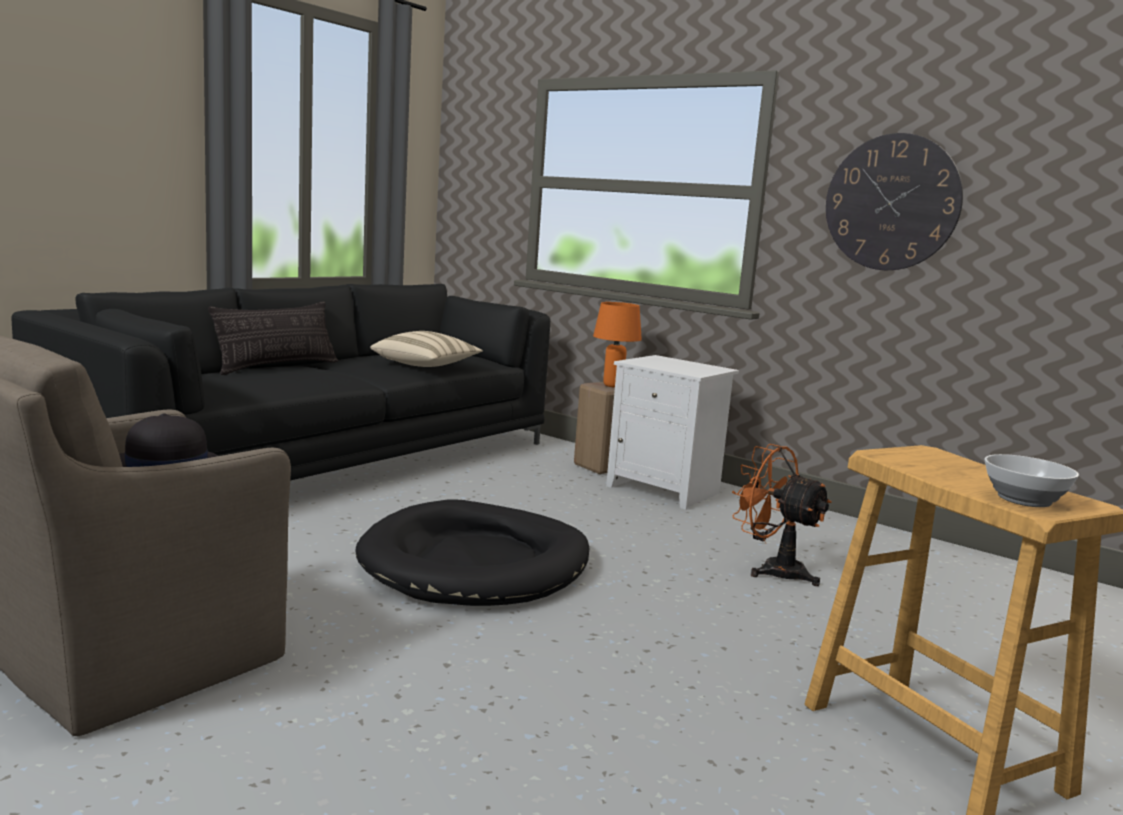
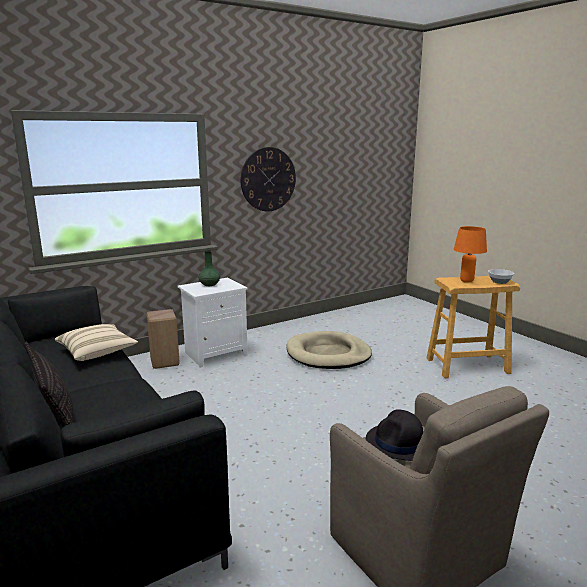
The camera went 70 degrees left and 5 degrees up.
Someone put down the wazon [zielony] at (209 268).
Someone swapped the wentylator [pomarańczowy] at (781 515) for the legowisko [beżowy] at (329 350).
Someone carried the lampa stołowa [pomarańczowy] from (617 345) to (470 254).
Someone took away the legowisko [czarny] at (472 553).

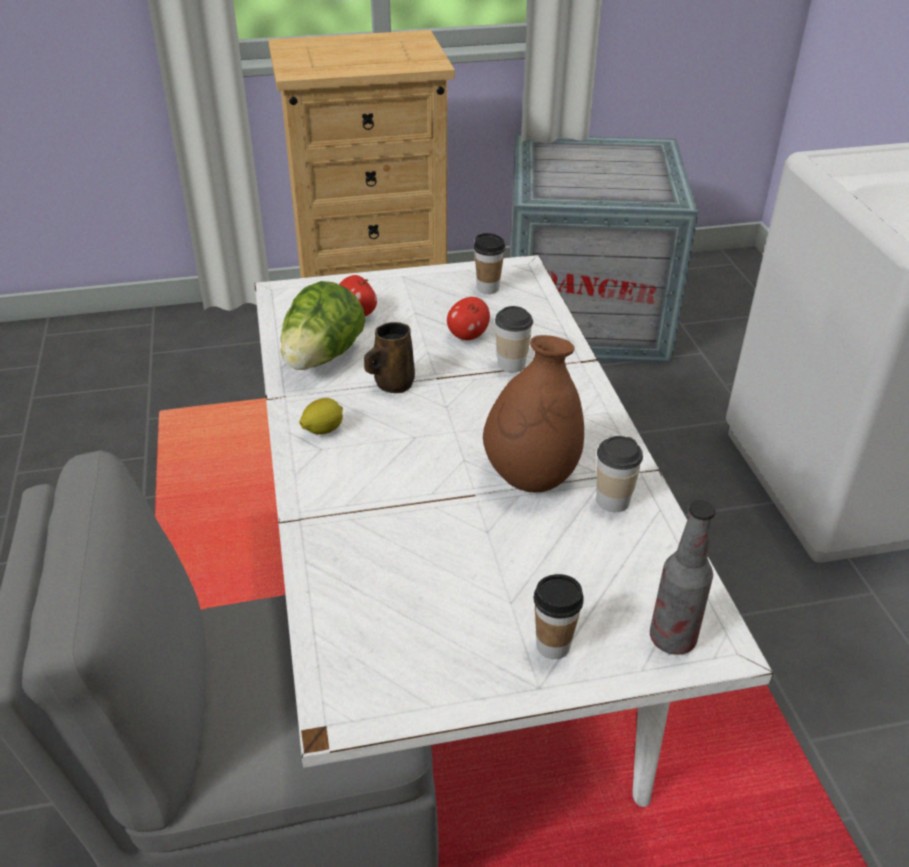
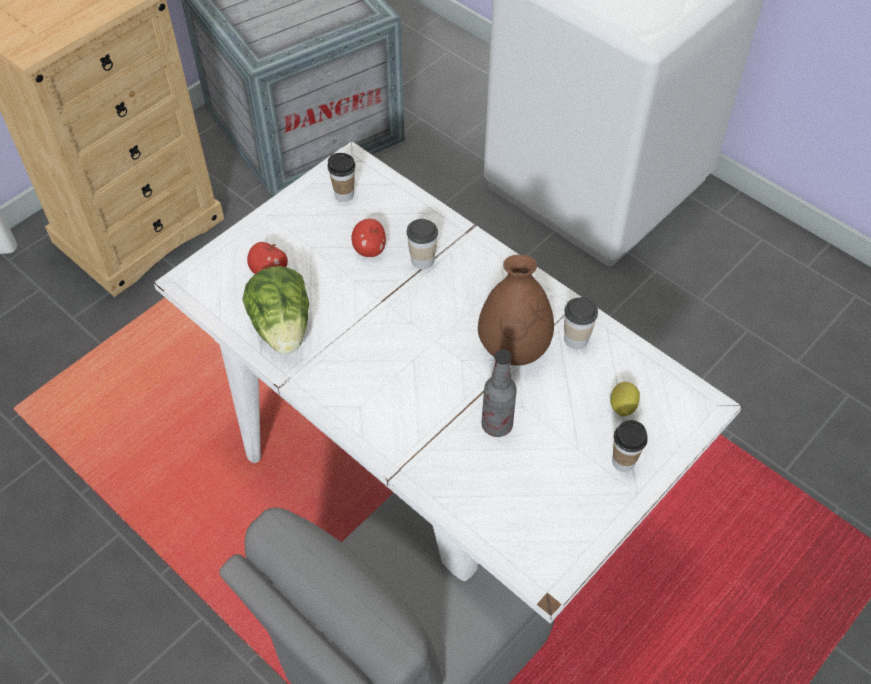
The camera went 35 degrees left and 15 degrees up.
Someone carried the butelka from (683 577) to (499 393).
Someone carried the cytryna from (321 416) to (625 399).
Someone took away the kubek [brązowy] at (389 357).

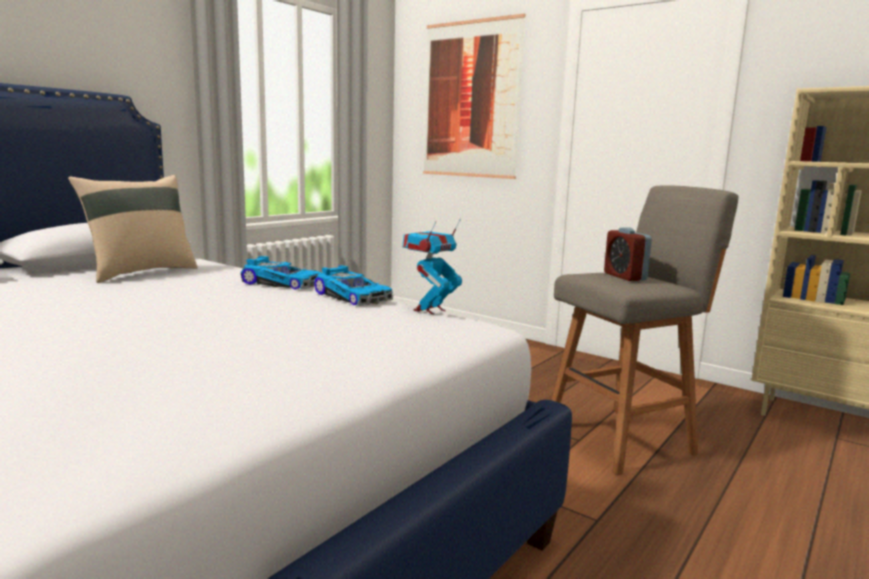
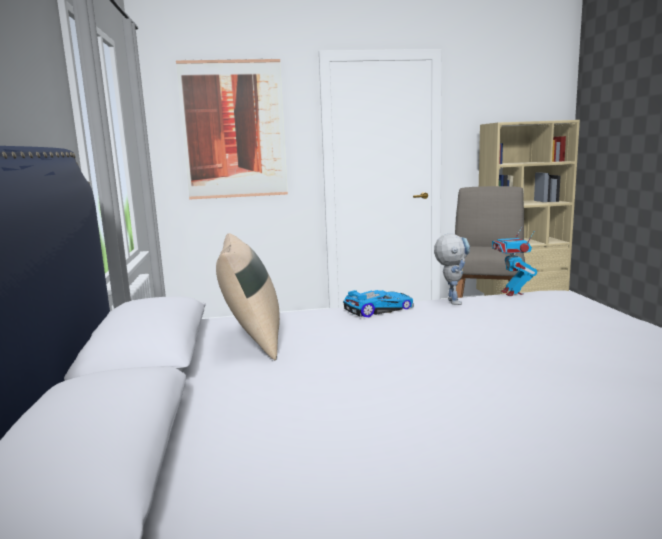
The camera went 45 degrees left and 0 degrees up.
Someone swapped the samochodzik at (353 285) for the robot zabawkowy at (452 269).
Someone took away the budzik at (628 254).

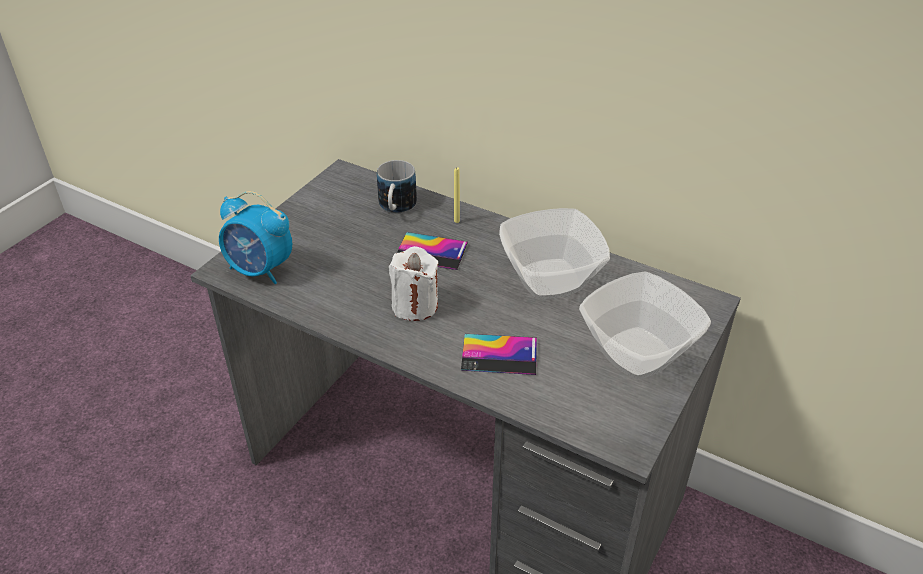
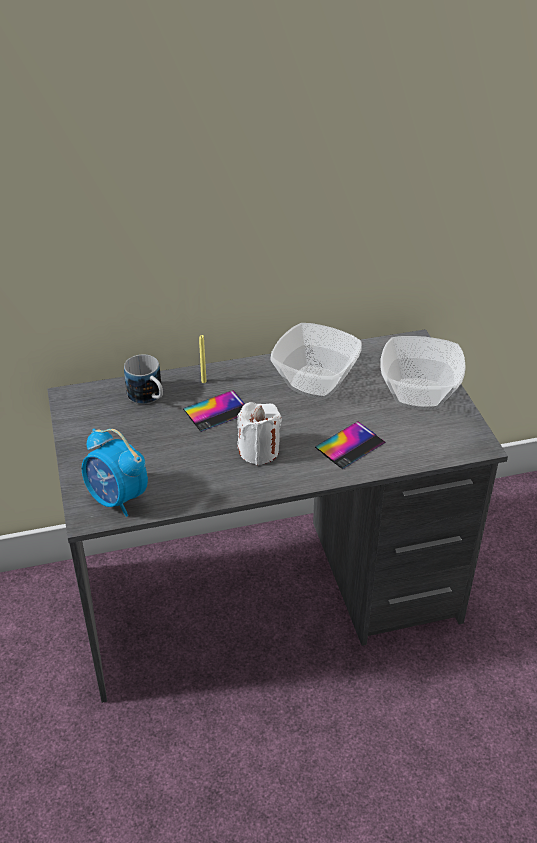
The camera went 45 degrees left and 0 degrees up.
Someone rotated the budzik at (255 237) by 60 degrees clockwise.

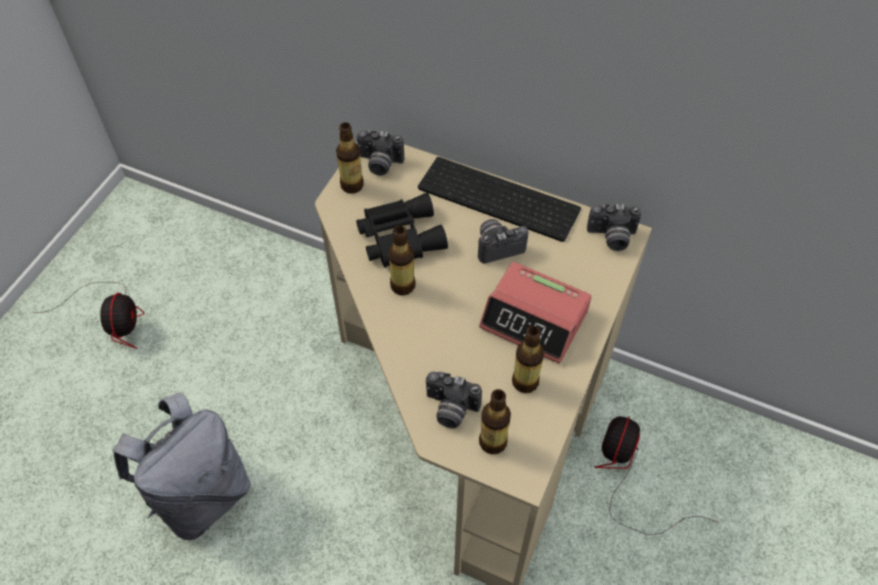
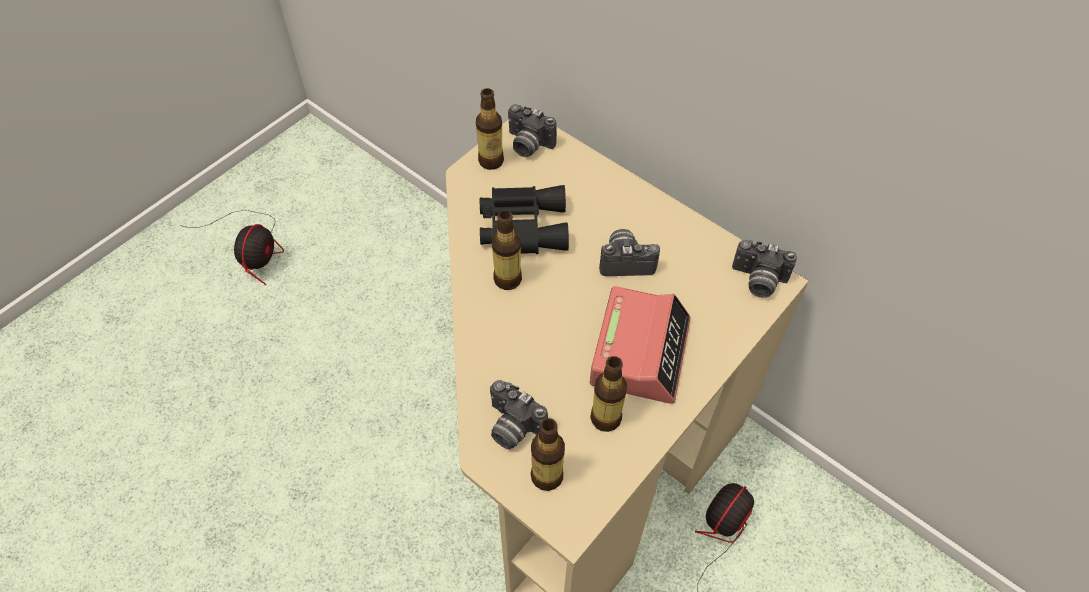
The camera went 15 degrees right and 0 degrees up.
Someone rotated the budzik at (535 313) by 120 degrees counterclockwise.
Someone took away the plecak [szary] at (182 466).
Someone took away the klawiatura at (499 199).

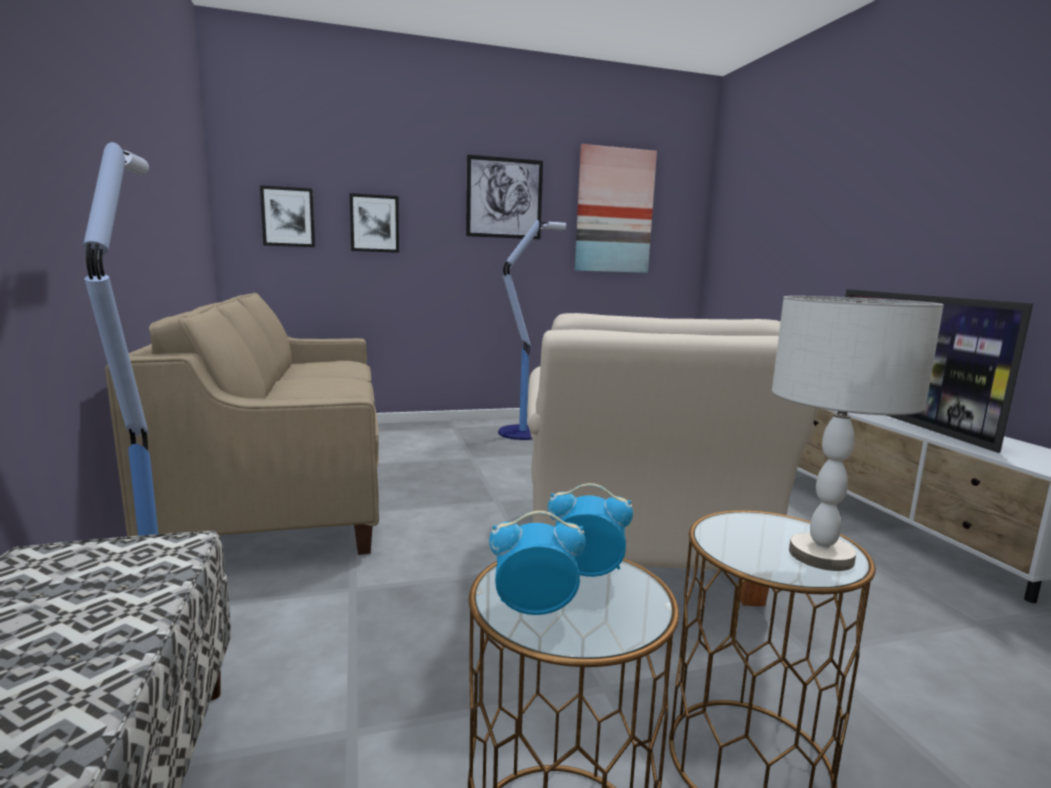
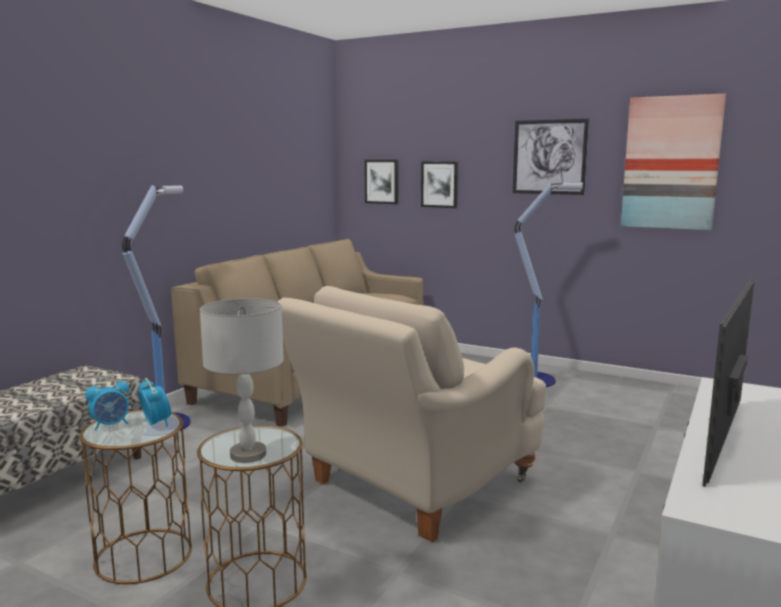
The camera went 45 degrees right and 0 degrees up.
Someone rotated the budzik at (537 563) by 105 degrees clockwise.

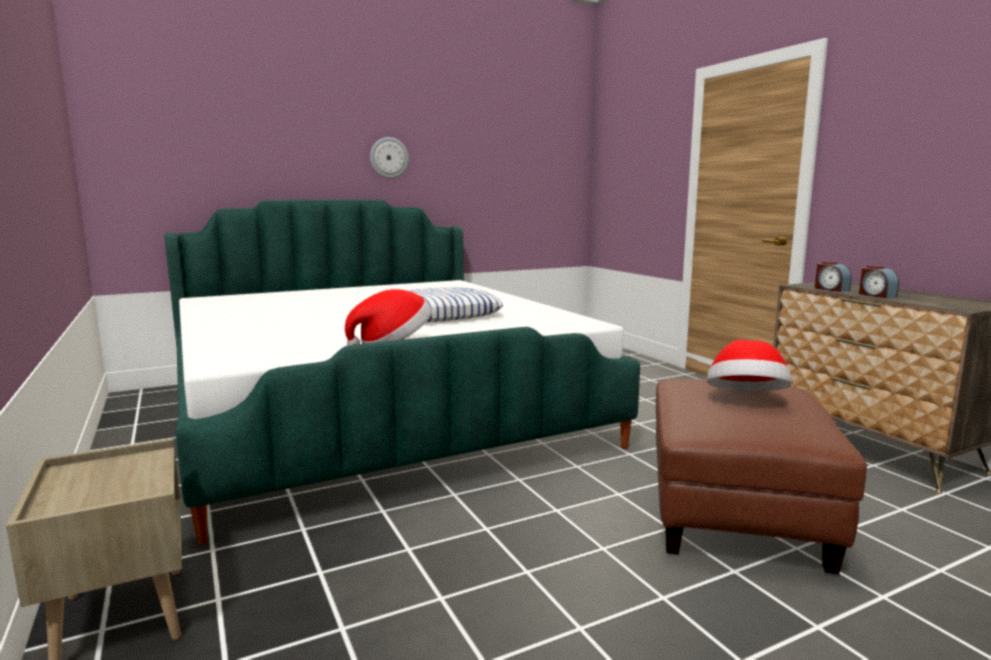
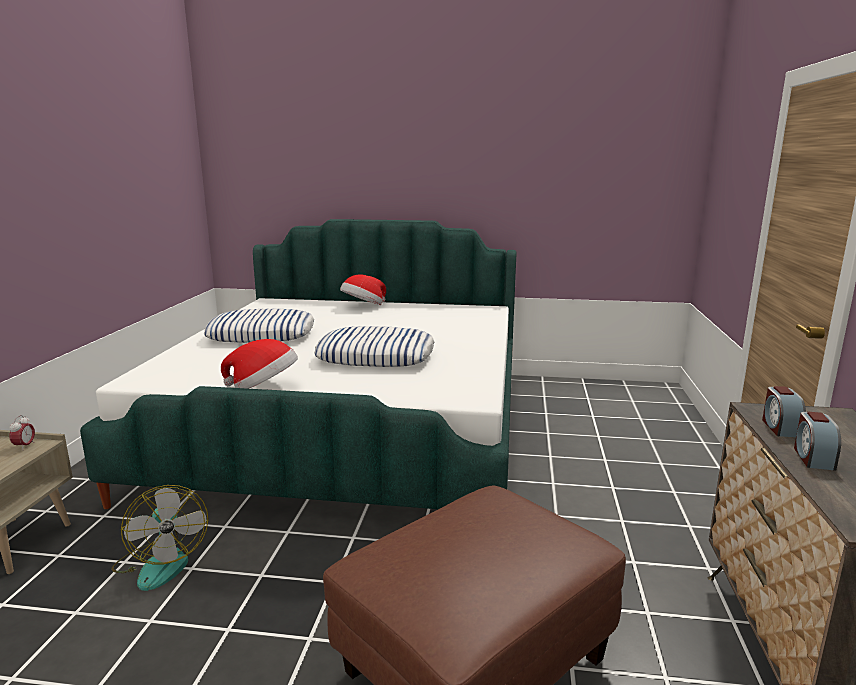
The camera went 35 degrees right and 5 degrees up.
Someone put down the budzik at (22 431).
Someone put down the wentylator at (160 538).
Someone put down the poduszka at (259 326).
Someone carried the kapelusz from (749 365) to (363 290).
Someone took away the zegar ścienny at (389 158).

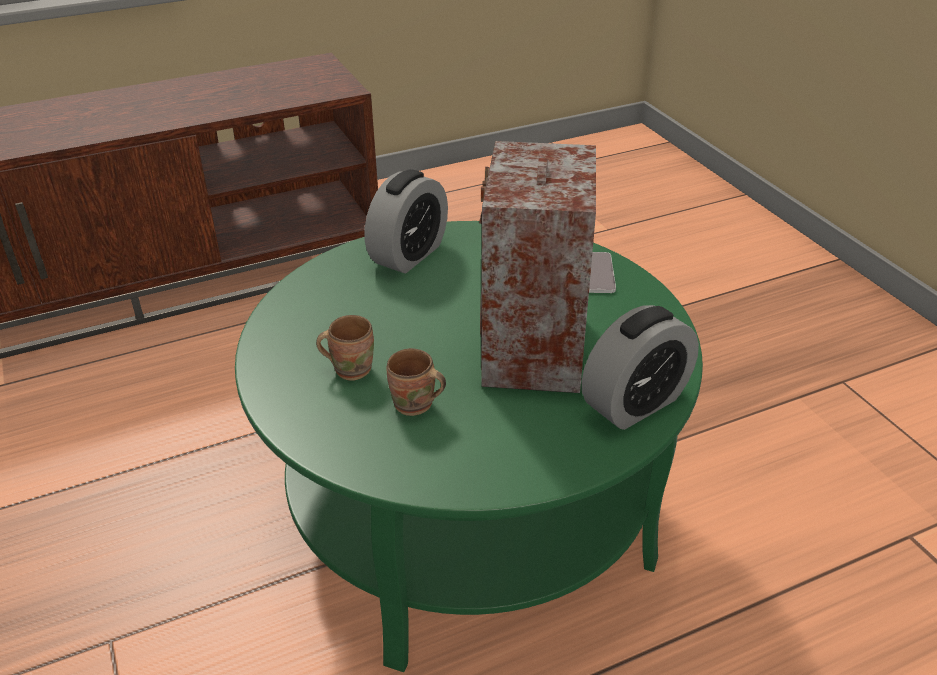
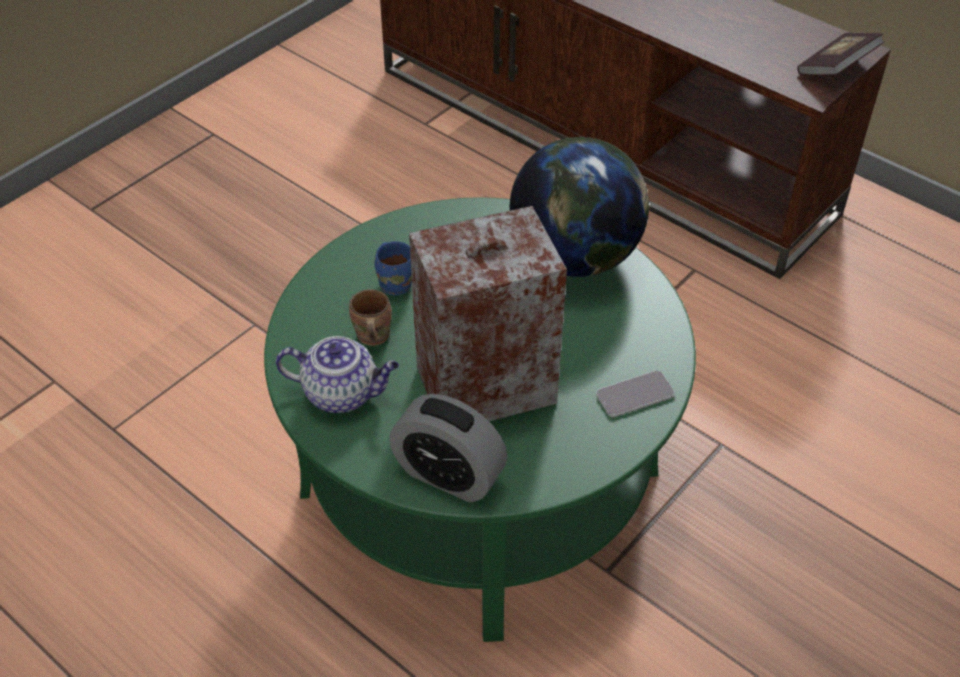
The camera went 65 degrees right and 10 degrees up.
Someone put down the imbryk at (337 374).
Someone repainted the kubek [brązowy] at (345 348), which became the kubek [niebieski] at (393 268).
Someone swapped the budzik at (406 221) for the globus at (579 207).
Someone put down the książka at (840 54).

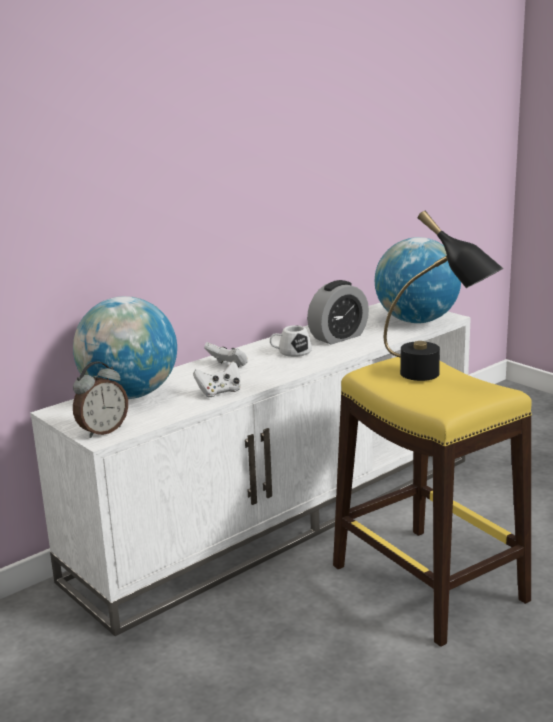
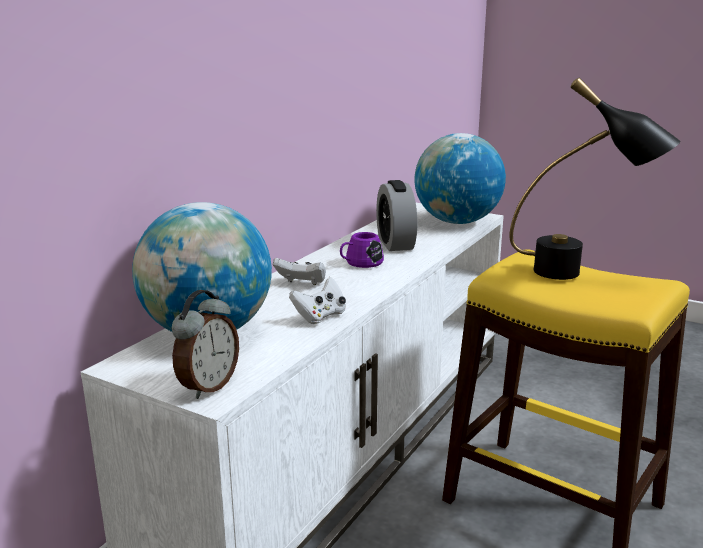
The camera went 20 degrees left and 0 degrees up.
Someone repainted the kubek [biały] at (291 341), which became the kubek [fioletowy] at (362 250).
Someone rotated the budzik at (338 312) by 135 degrees clockwise.

